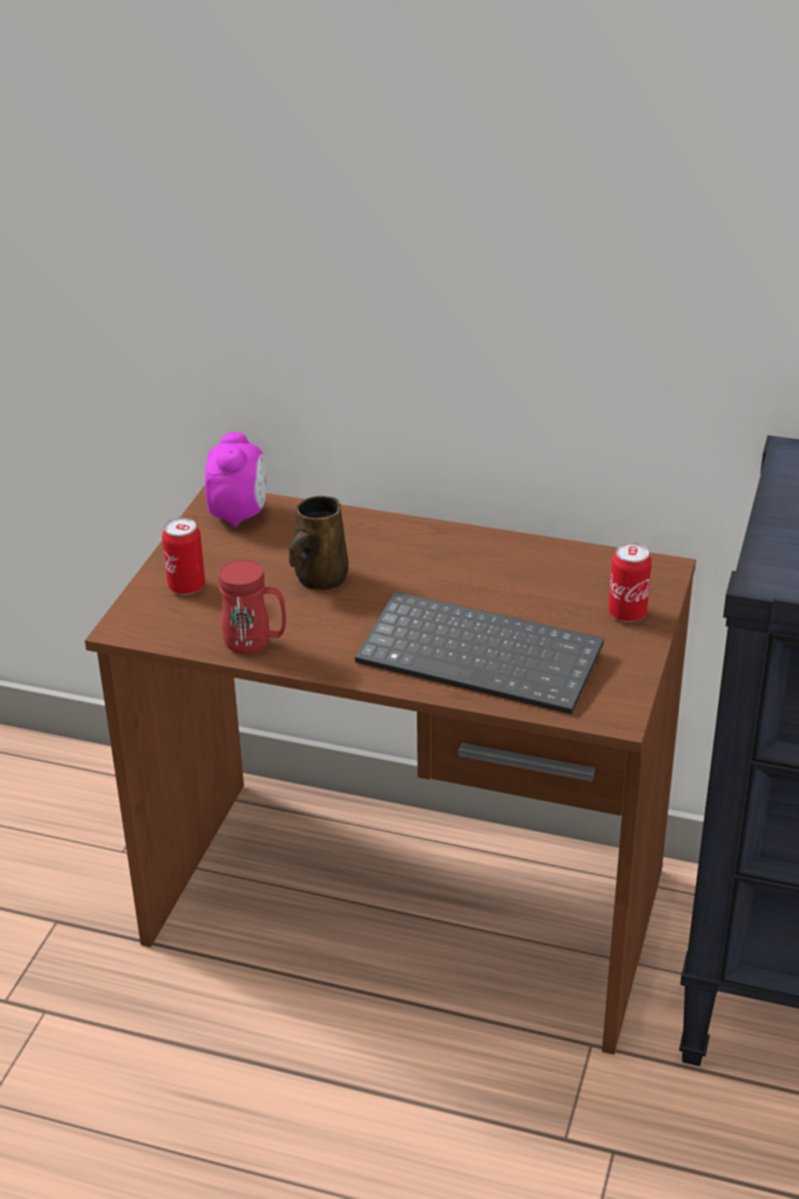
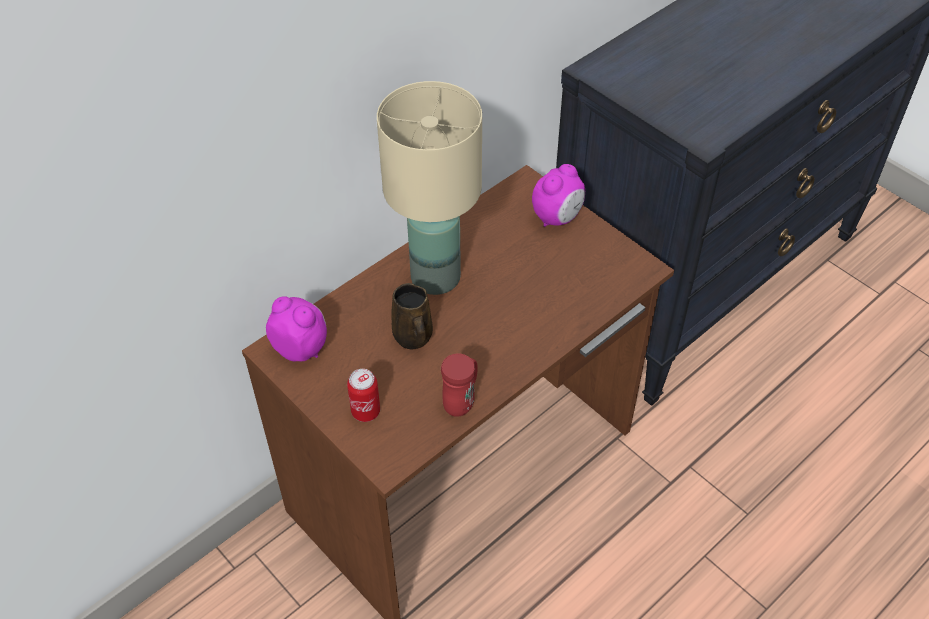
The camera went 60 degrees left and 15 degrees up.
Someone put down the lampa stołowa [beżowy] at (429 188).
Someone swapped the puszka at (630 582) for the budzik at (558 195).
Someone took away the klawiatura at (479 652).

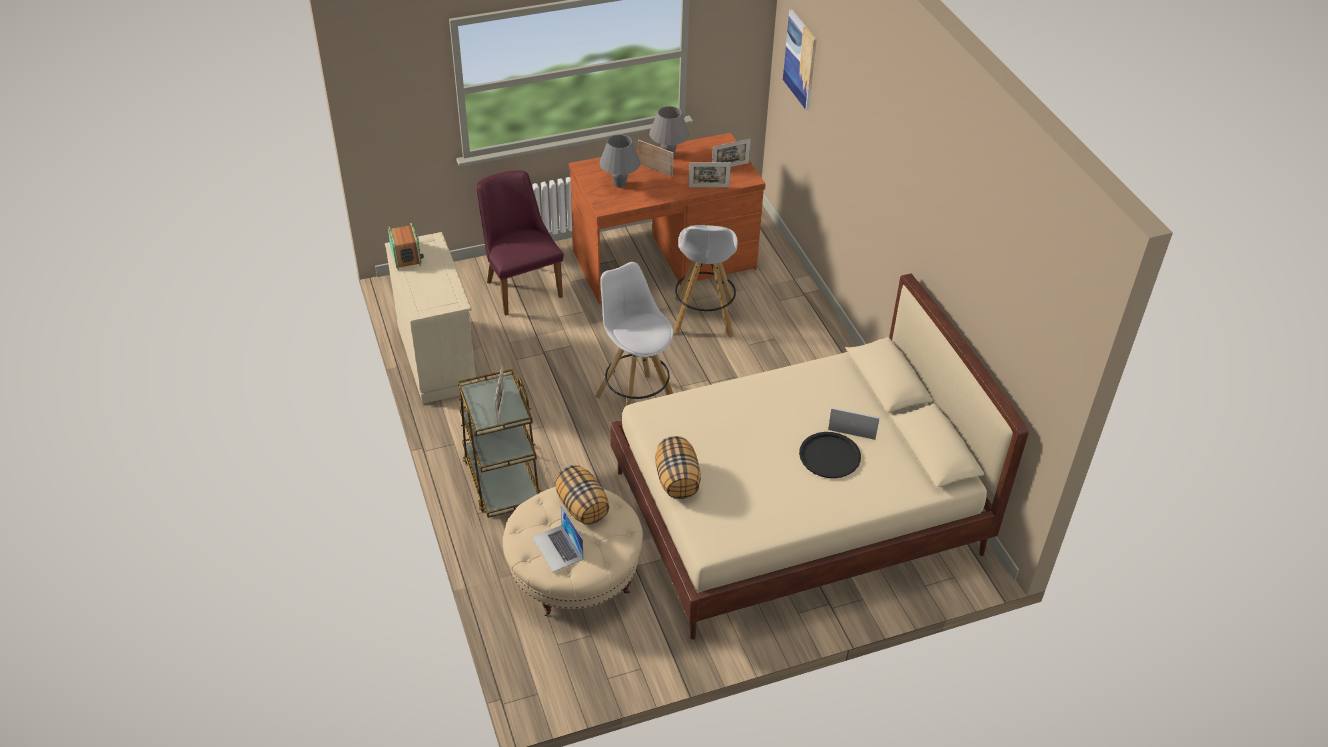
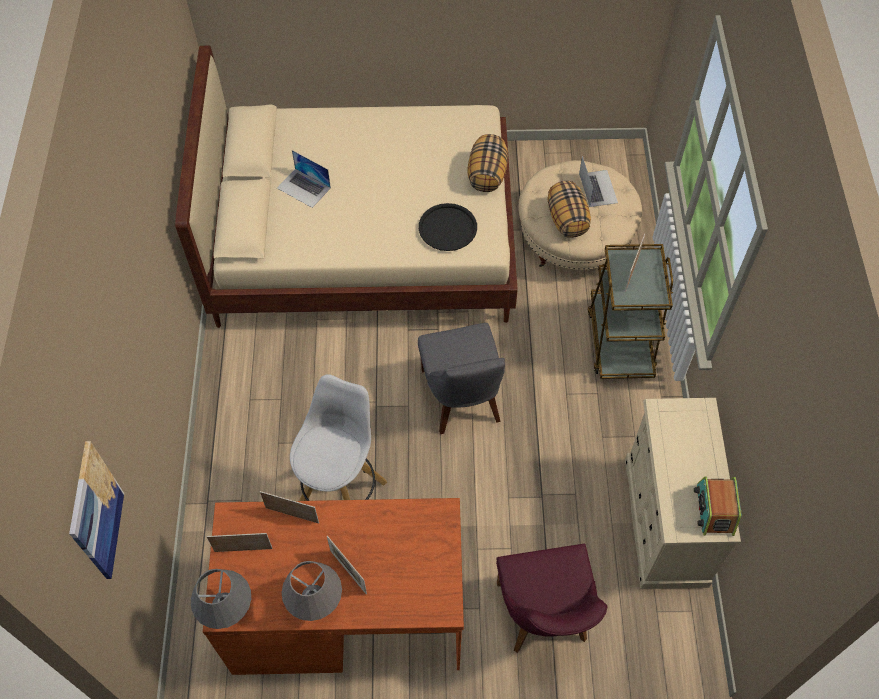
The camera went 160 degrees left and 15 degrees up.
Someone carried the lampa stołowa [szary] from (619 161) to (221 599).
Someone swapped the stołek [biały] at (634 334) for the krzesło [szary] at (461 378).
Someone carried the taca [czarny] from (830 455) to (448 227).

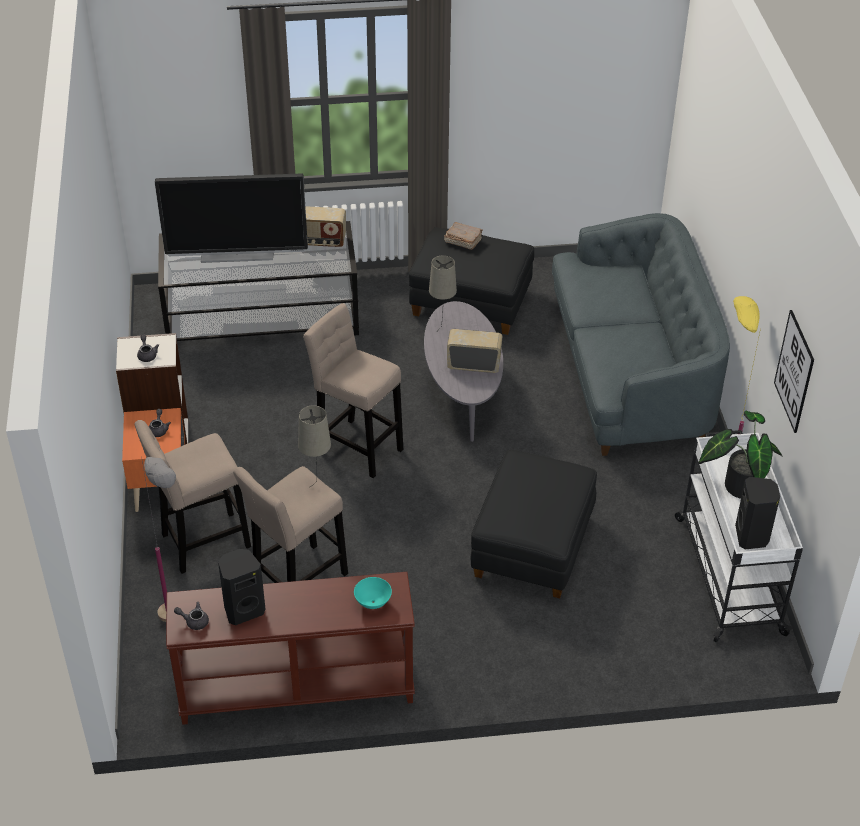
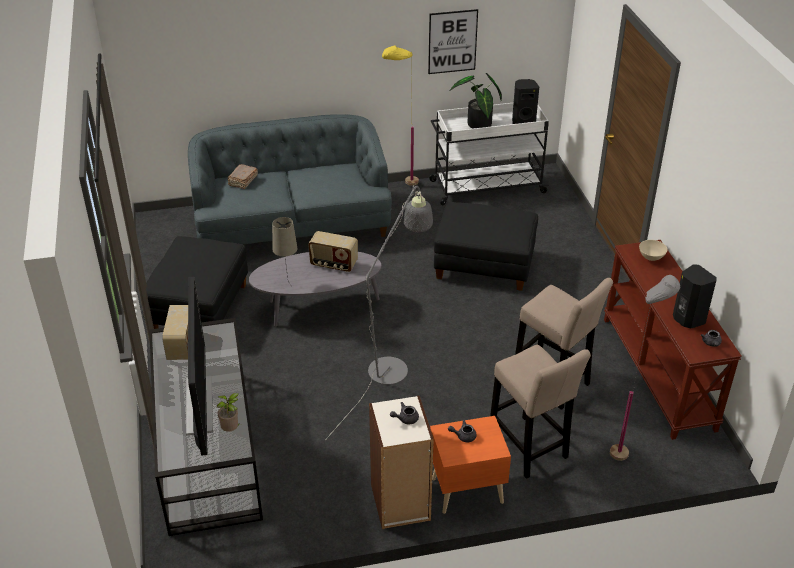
The camera went 95 degrees left and 5 degrees down.
Someone put down the roślina doniczkowa at (228 412).
Someone carried the książka [brązowy] from (463 236) to (243 176).
Someone rotated the radio at (475 351) by 75 degrees counterclockwise.
Someone swapped the stołek [beżowy] at (353 390) for the lampa stojąca [szary] at (379 312).
Someone repainted the miska [turkusowy] at (373 593), which became the miska [beżowy] at (653 250).
Someone took away the lampa stołowa [beżowy] at (314 446).

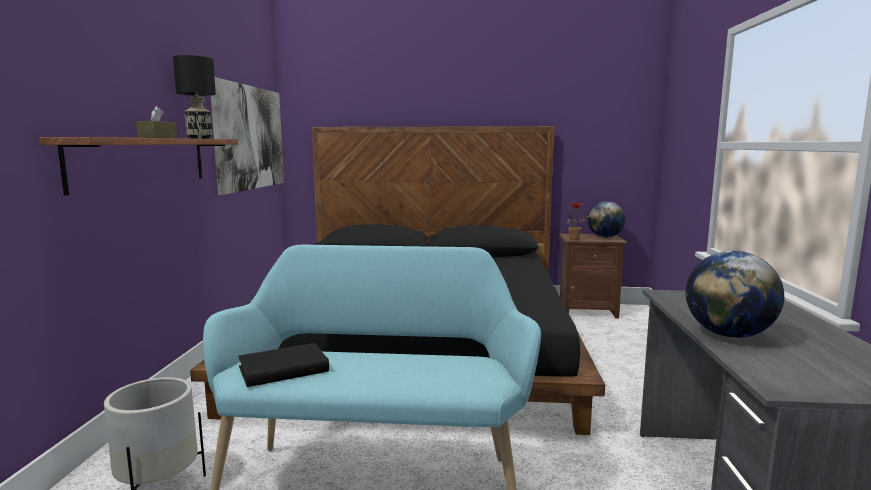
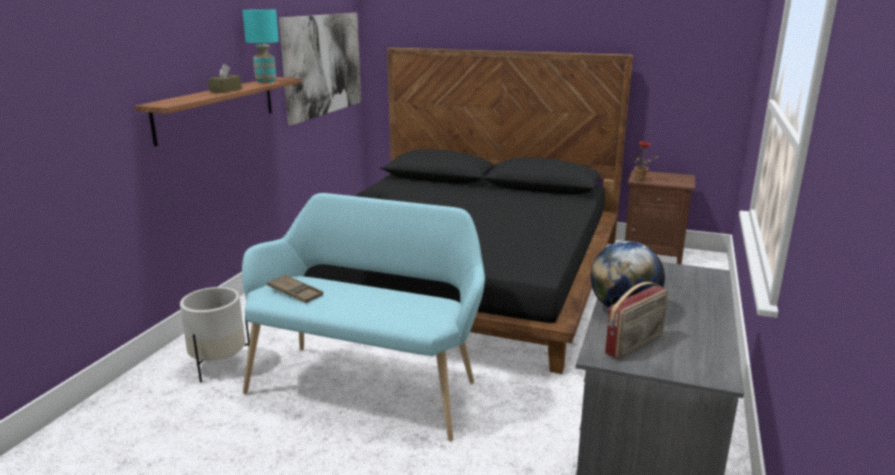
The camera went 15 degrees right and 10 degrees up.
Someone repainted the lampa stołowa [czarny] at (194 97), which became the lampa stołowa [turkusowy] at (260 45).
Someone swapped the książka [czarny] at (283 365) for the taca [brązowy] at (295 288).
Someone put down the radio at (636 320).
Someone took away the globus at (607 219).

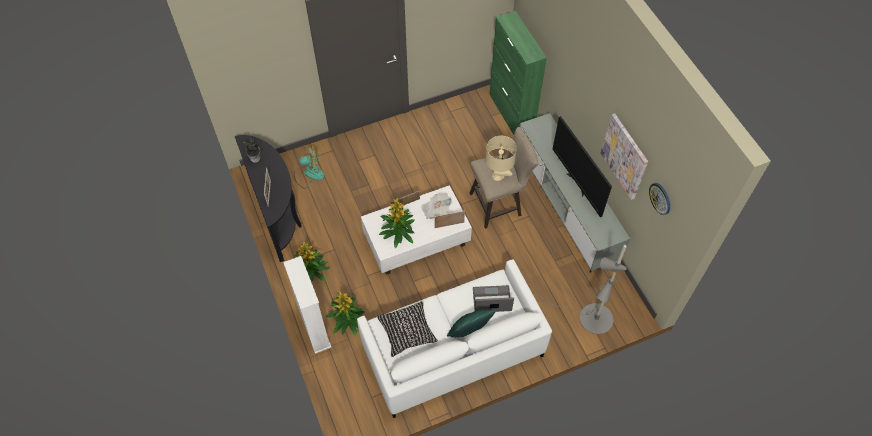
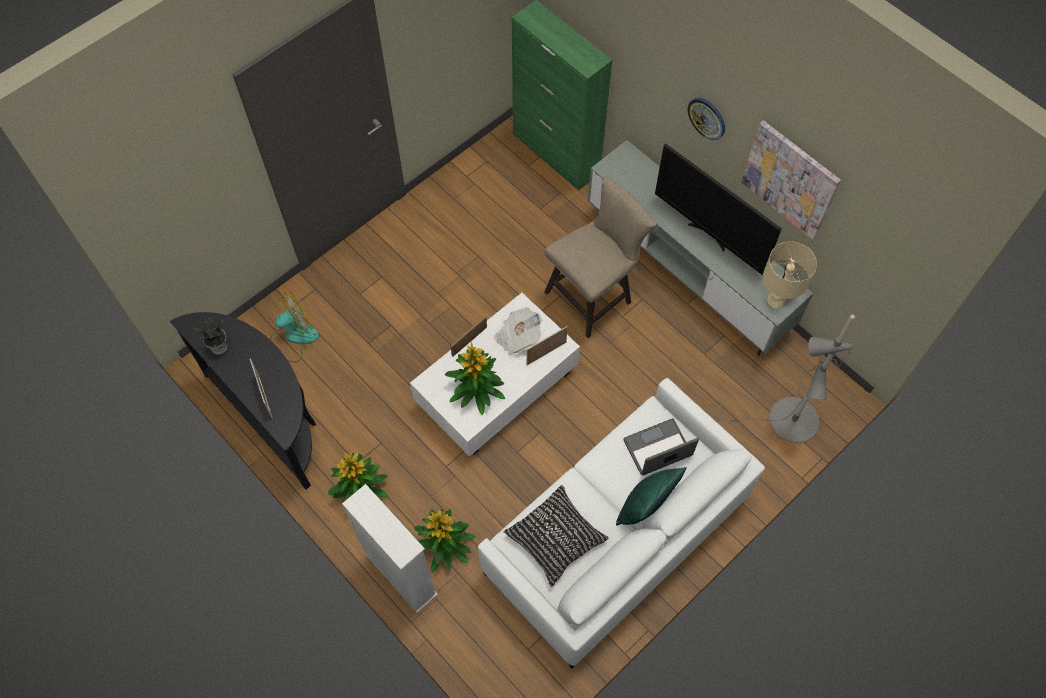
The camera went 20 degrees left and 5 degrees up.
Someone carried the zegar ścienny from (659 199) to (706 119).
Someone carried the lampa stołowa [beżowy] from (501 158) to (790 275).

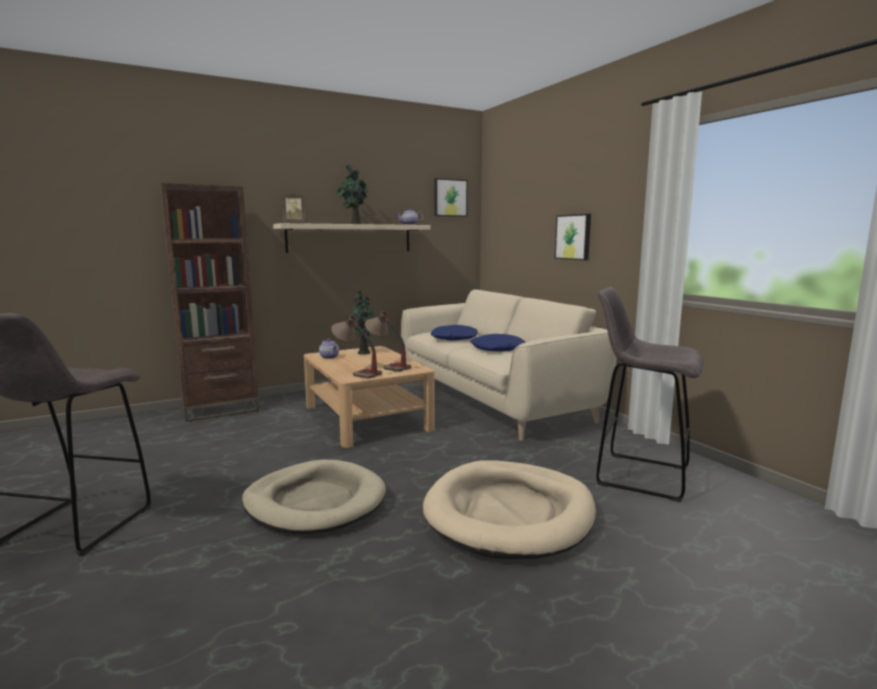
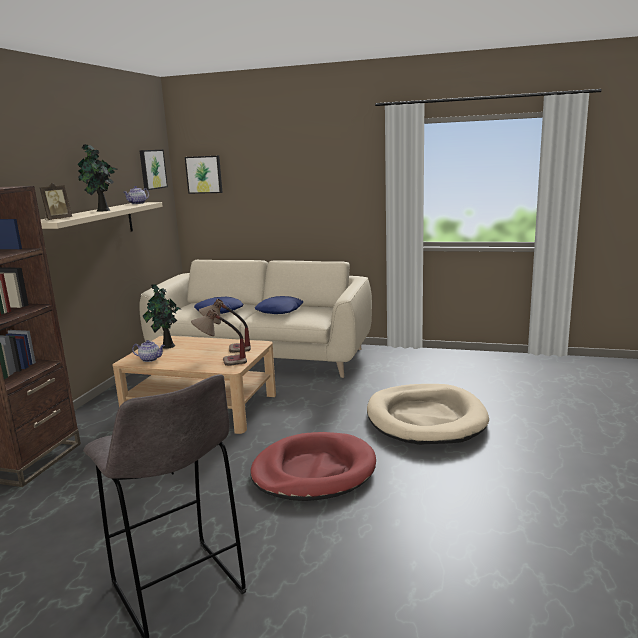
The camera went 45 degrees left and 5 degrees up.
Someone carried the obraz from (573 237) to (204 175).
Someone repainted the legowisko [beżowy] at (314 497), which became the legowisko [czerwony] at (313 466).
Someone took away the stołek [szary] at (650 394).

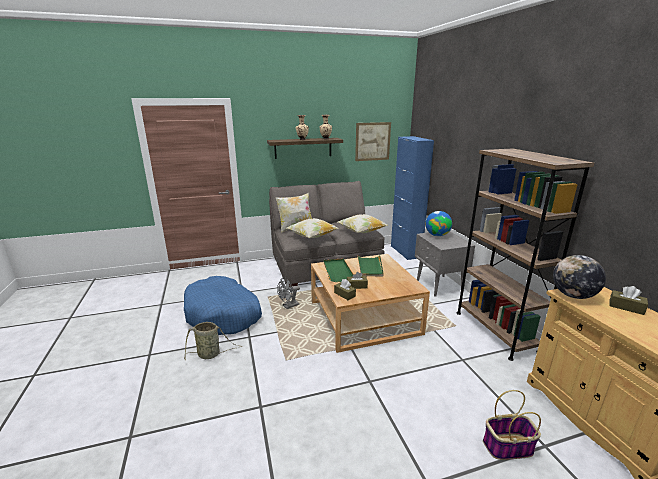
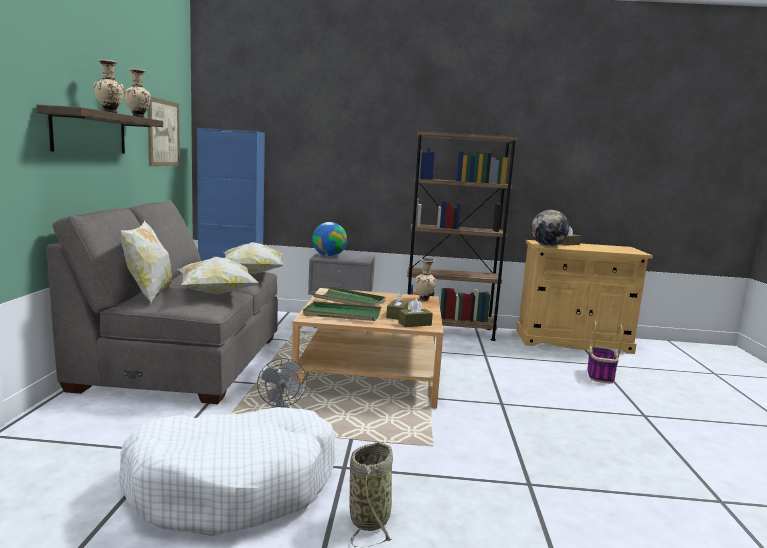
The camera went 70 degrees left and 10 degrees down.
Someone repainted the legowisko [niebieski] at (223 305), which became the legowisko [biały] at (227 471).
Someone put down the wazon [beżowy] at (425 279).

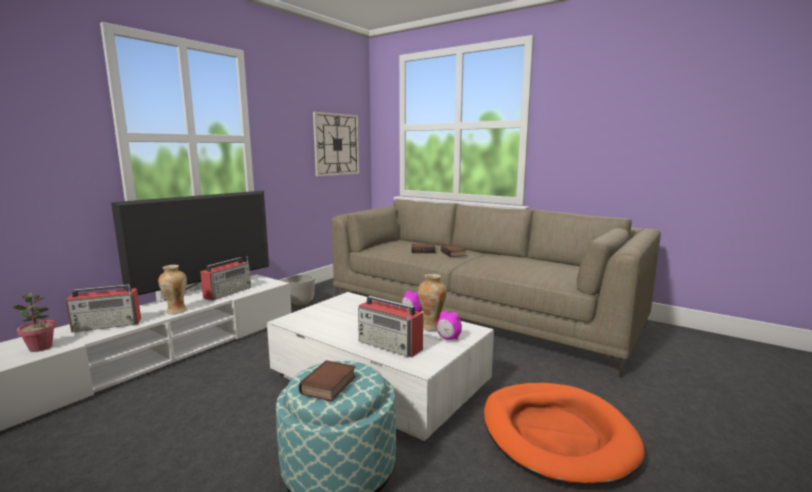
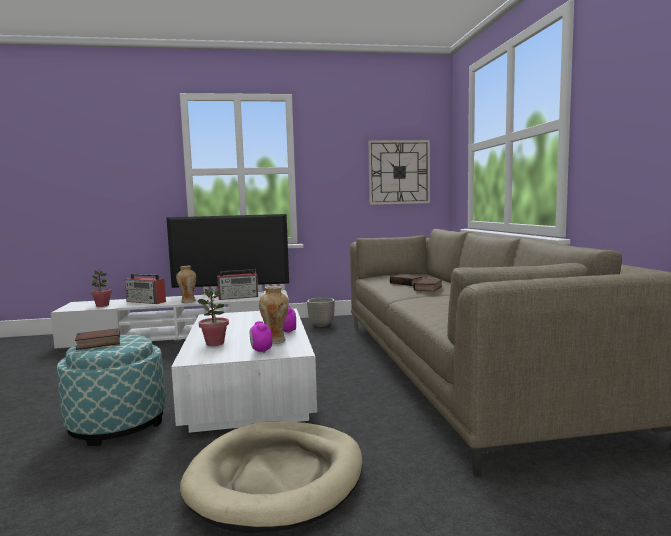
The camera went 45 degrees right and 5 degrees down.
Someone repainted the legowisko [pomarańczowy] at (564 434), which became the legowisko [beżowy] at (271 477).
Someone swapped the radio at (390 326) for the roślina doniczkowa at (213 317).

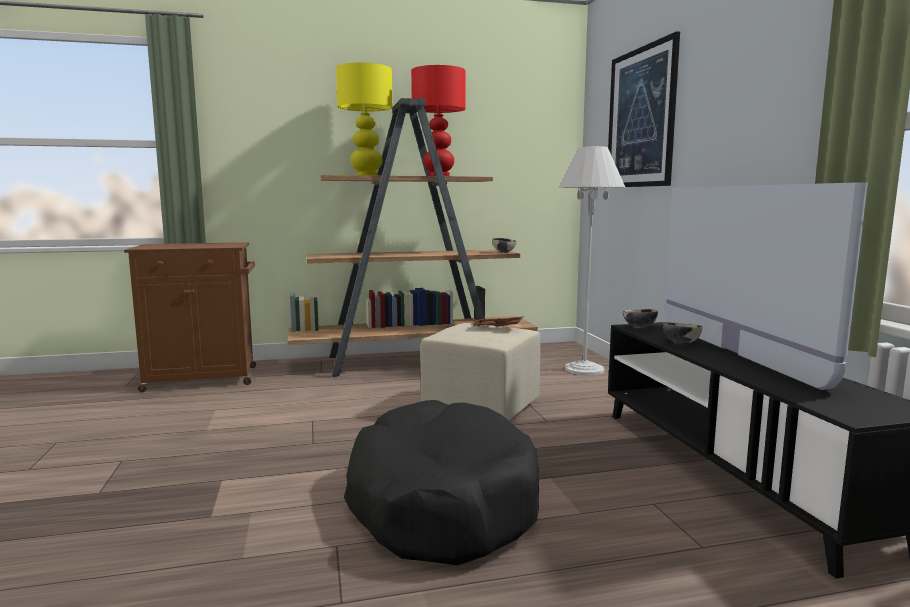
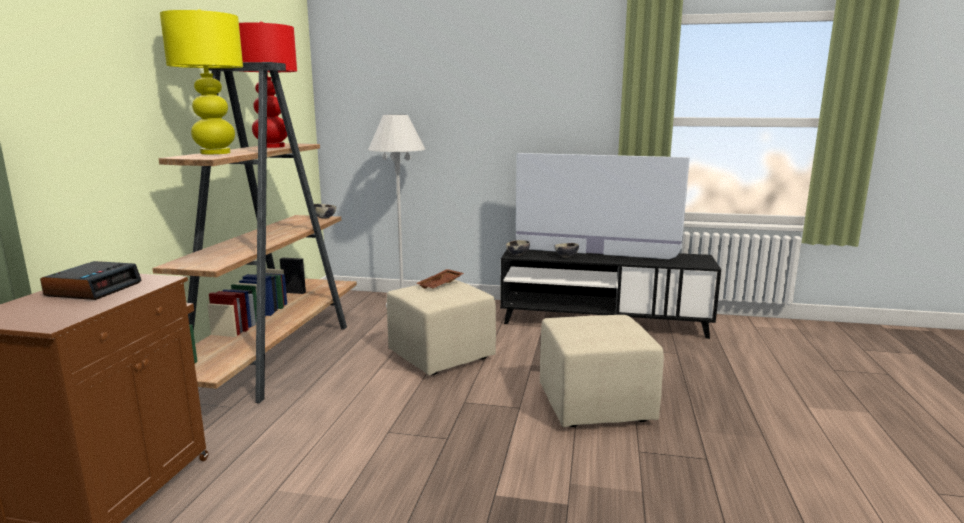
The camera went 65 degrees left and 5 degrees up.
Someone put down the budzik at (91 280).
Someone swapped the legowisko [czarny] at (441 482) for the pufa [beżowy] at (602 371).
Someone took away the obraz at (644 109).

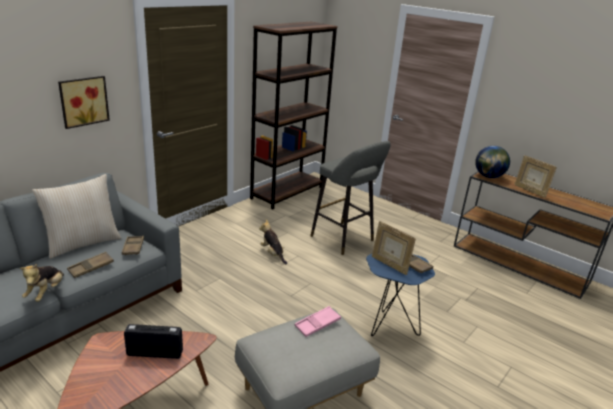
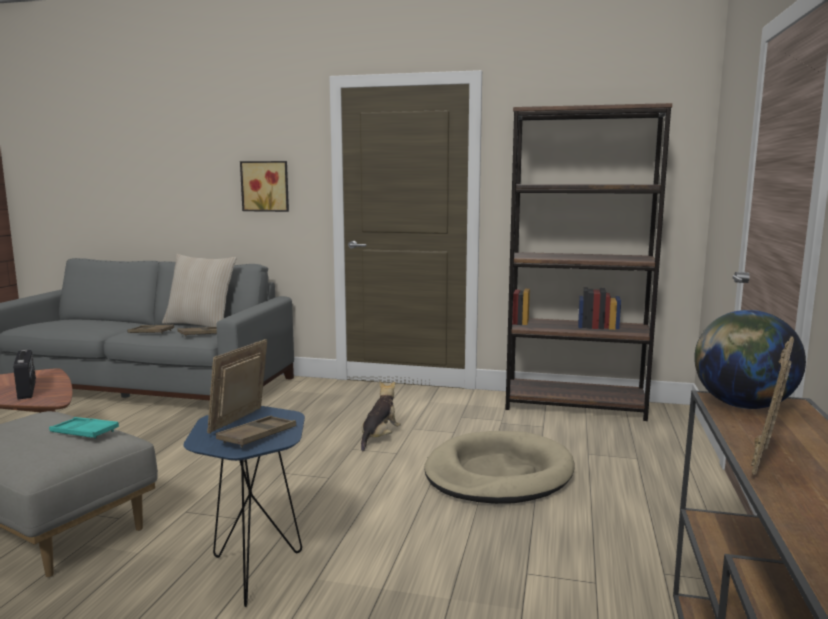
The camera went 65 degrees right and 15 degrees down.
Someone repainted the taca [różowy] at (318 321), which became the taca [turkusowy] at (84 428).
Someone swapped the stołek [szary] at (350 198) for the legowisko [beżowy] at (499 467).
Someone took away the pluszak at (42 283).

